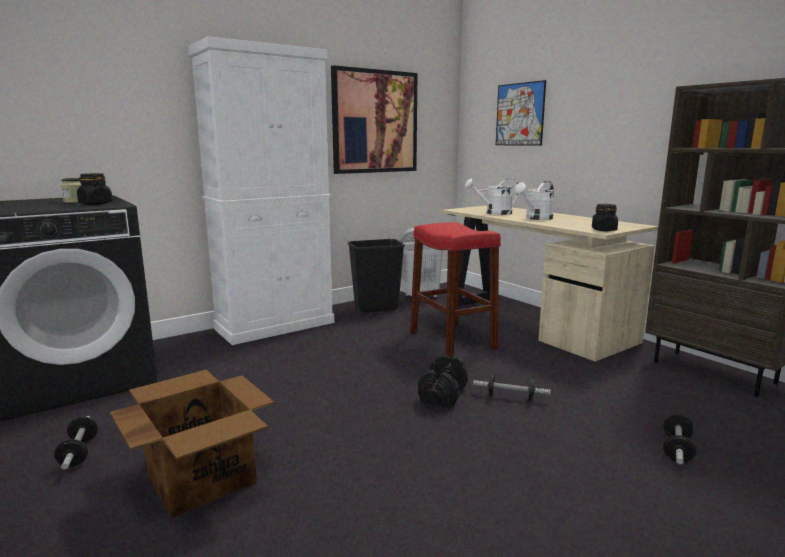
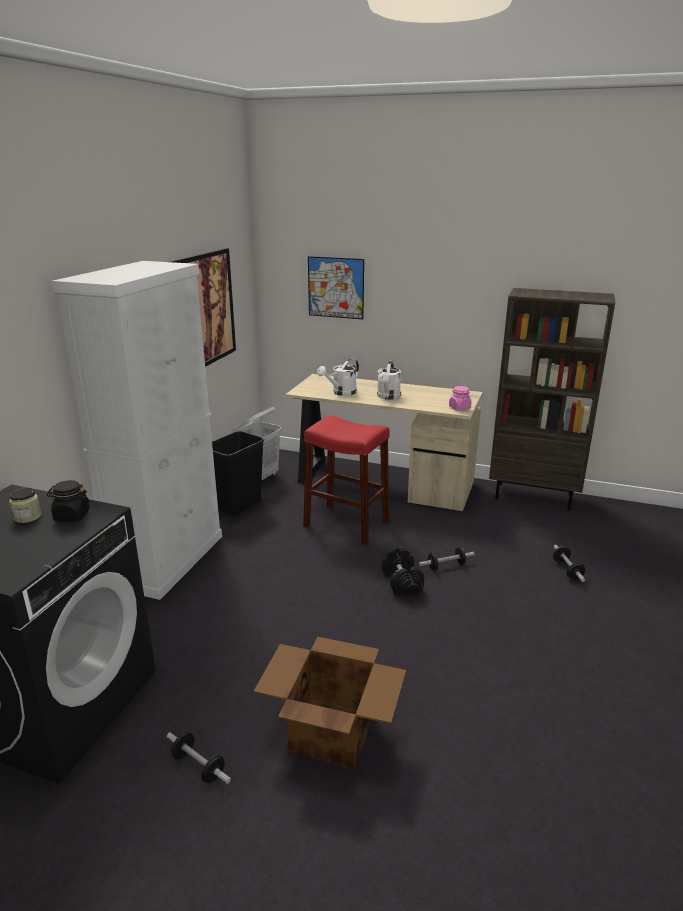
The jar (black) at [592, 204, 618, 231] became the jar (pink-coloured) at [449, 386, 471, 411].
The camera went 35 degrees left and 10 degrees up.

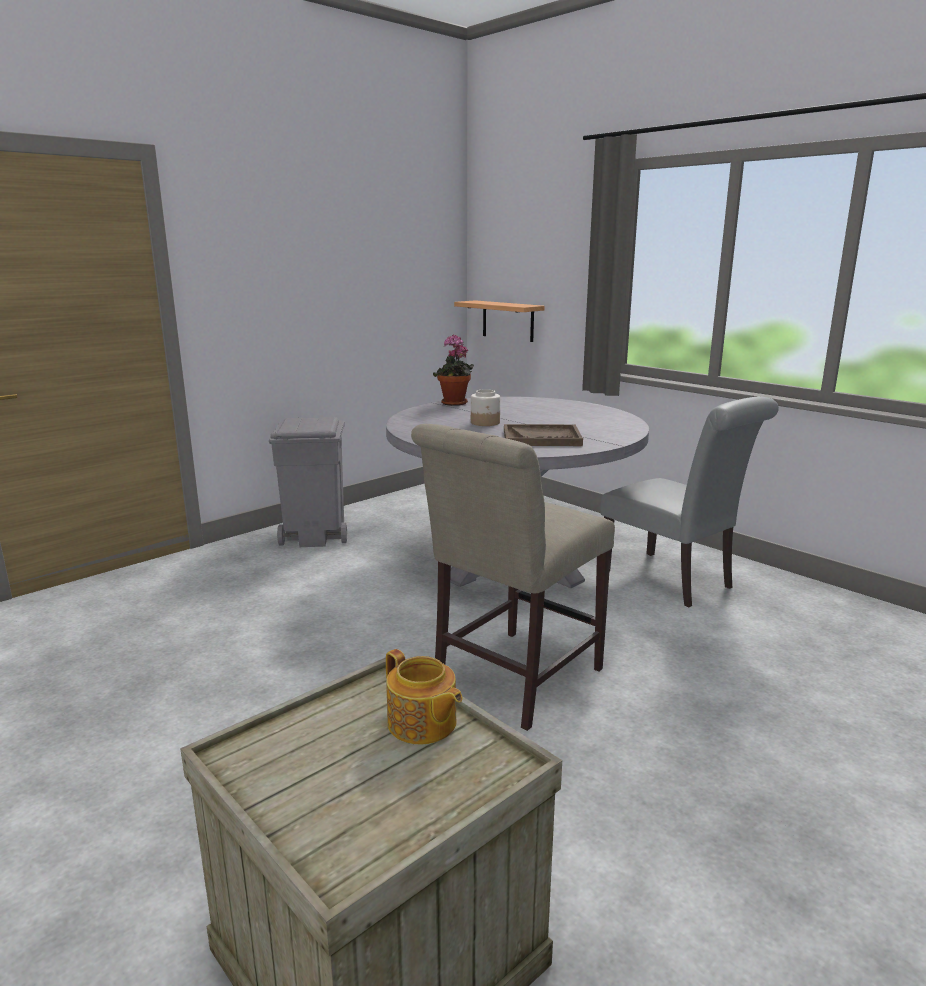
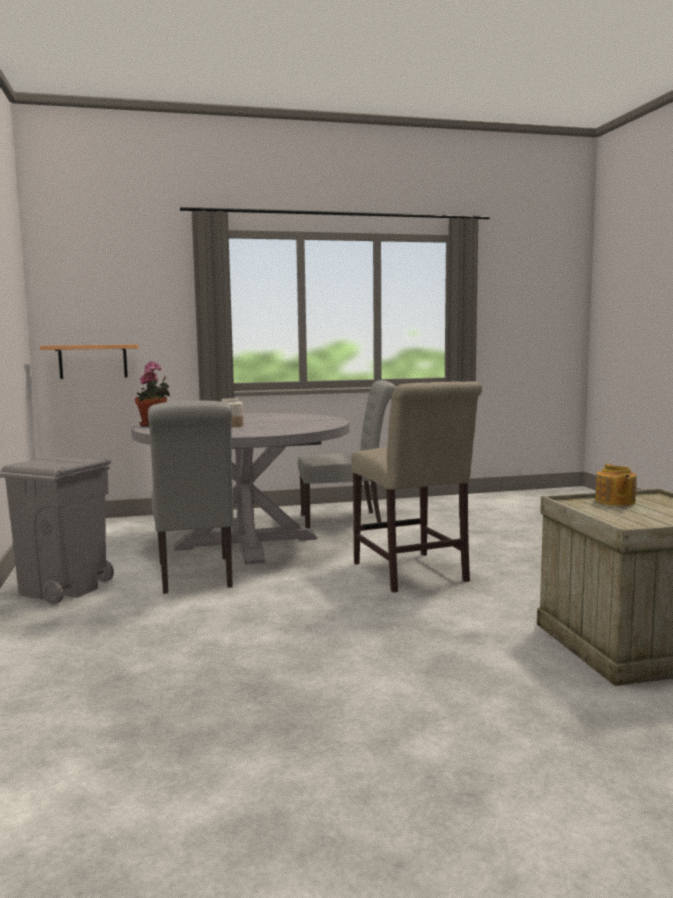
The tray (brown-coloured) at [504, 424, 583, 446] disappeared.
The tea pot at [386, 649, 463, 745] turned 105 degrees clockwise.
The plain chair (gray) at [148, 401, 234, 594] appeared.
The camera went 60 degrees left and 10 degrees down.

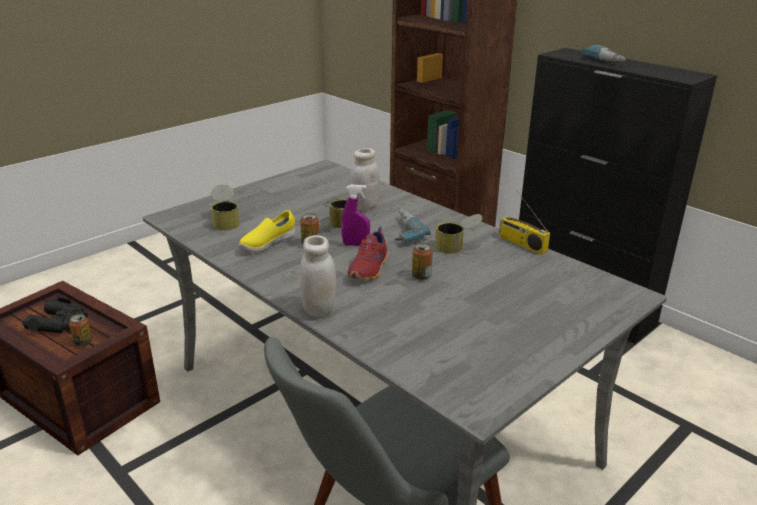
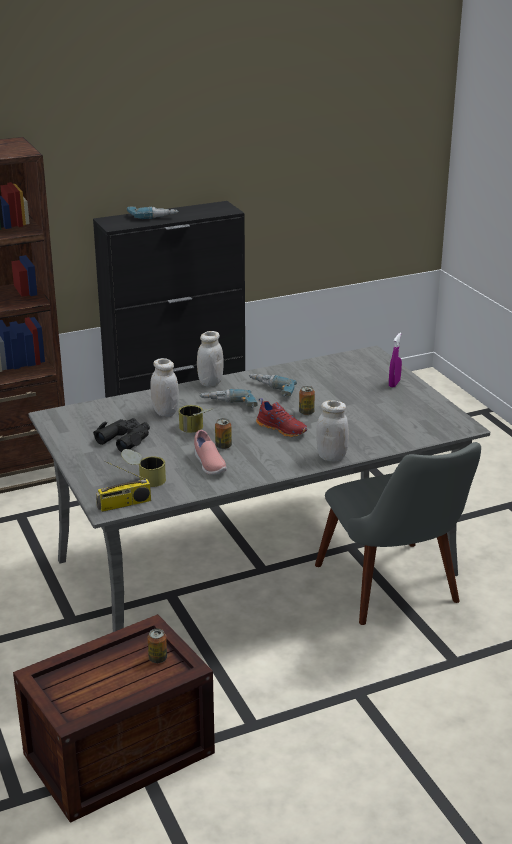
The sprayer (purplish) moved from [341, 185, 370, 246] to [389, 333, 402, 387].
The radio moved from [499, 190, 550, 255] to [96, 461, 151, 512].
The item of footwear (yellow-coloured) at [239, 210, 295, 252] became the item of footwear (pink-coloured) at [194, 430, 227, 475].
The sealed can at [435, 214, 483, 254] was replaced by the power drill at [249, 374, 297, 397].
The pair of binoculars (black) moved from [22, 297, 88, 333] to [93, 418, 150, 452].
The jar (white) at [197, 331, 224, 387] appeared.
The camera went 70 degrees left and 0 degrees up.

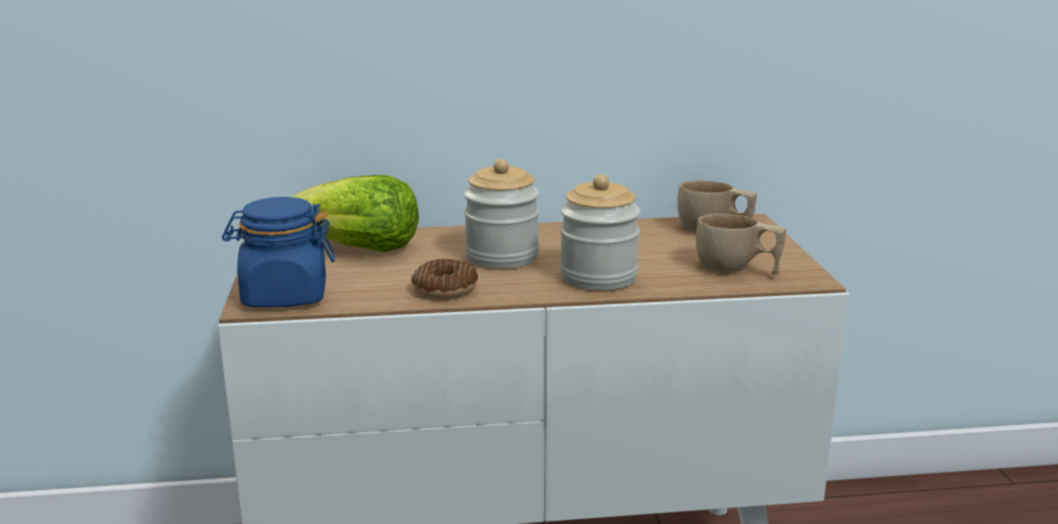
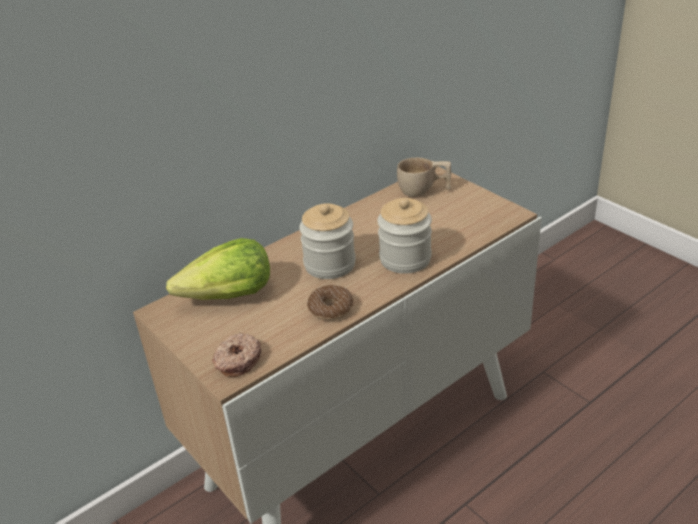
The jar (bluish) at [222, 197, 335, 308] was replaced by the ring doughnut at [212, 333, 262, 377].
The small cup (beige-coloured) at [696, 213, 786, 275] disappeared.
The camera went 30 degrees left and 15 degrees up.

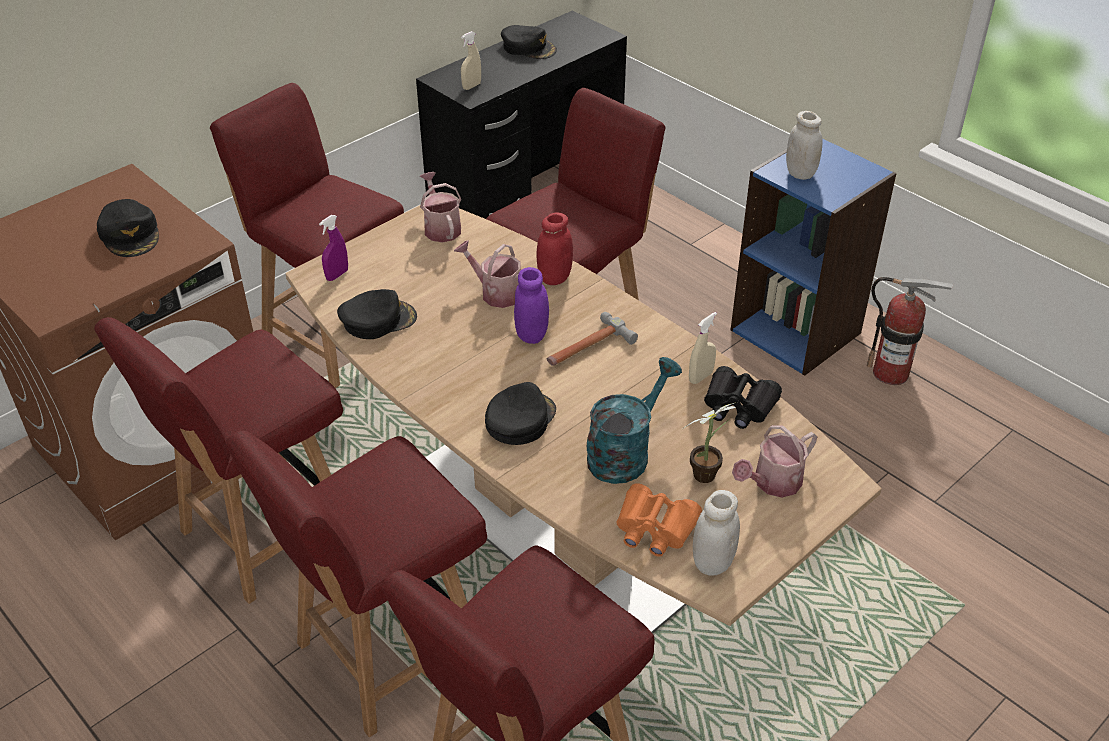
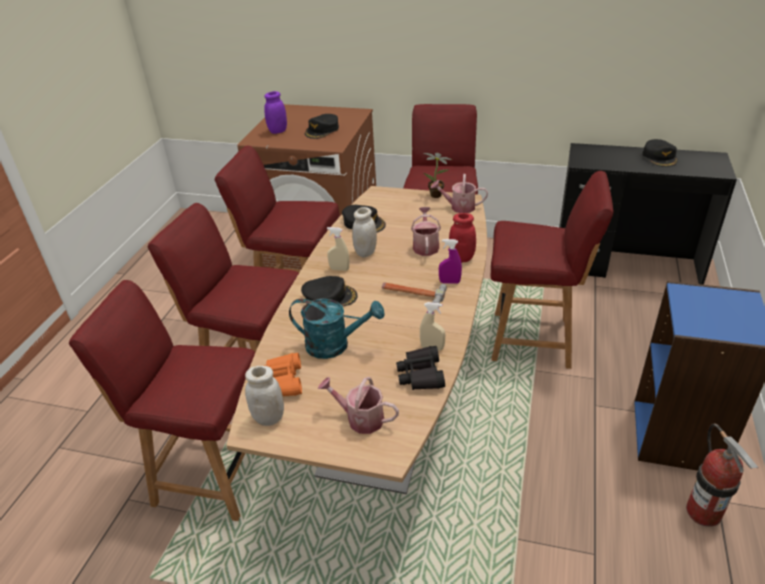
The sprayer (beige-coloured) moved from [461, 31, 481, 90] to [327, 227, 349, 271].
The jar (white) moved from [786, 111, 823, 180] to [352, 207, 377, 258].
The sprinkling can at [420, 172, 462, 243] turned 120 degrees counterclockwise.
The sprayer (purplish) moved from [319, 215, 348, 281] to [439, 239, 462, 284].
The jar (purplish) moved from [514, 267, 549, 344] to [264, 91, 287, 134].
The houseplant moved from [683, 402, 736, 483] to [424, 153, 452, 198].
The camera went 60 degrees right and 5 degrees down.

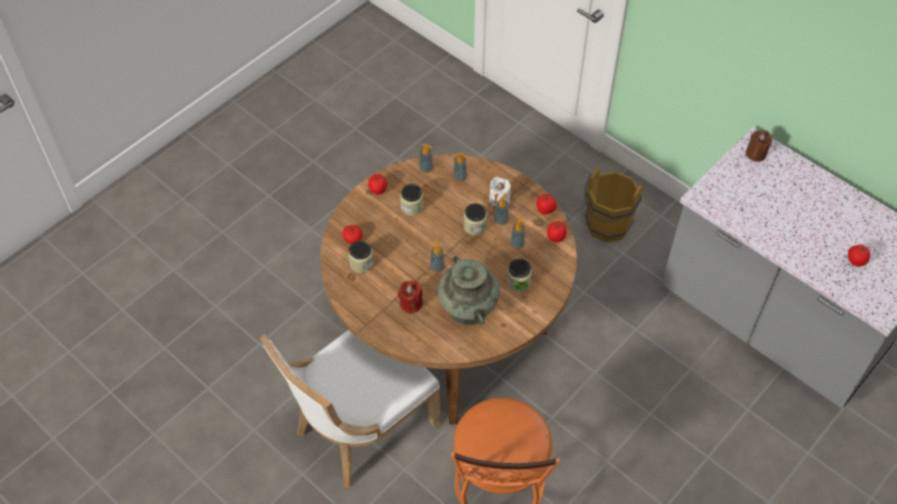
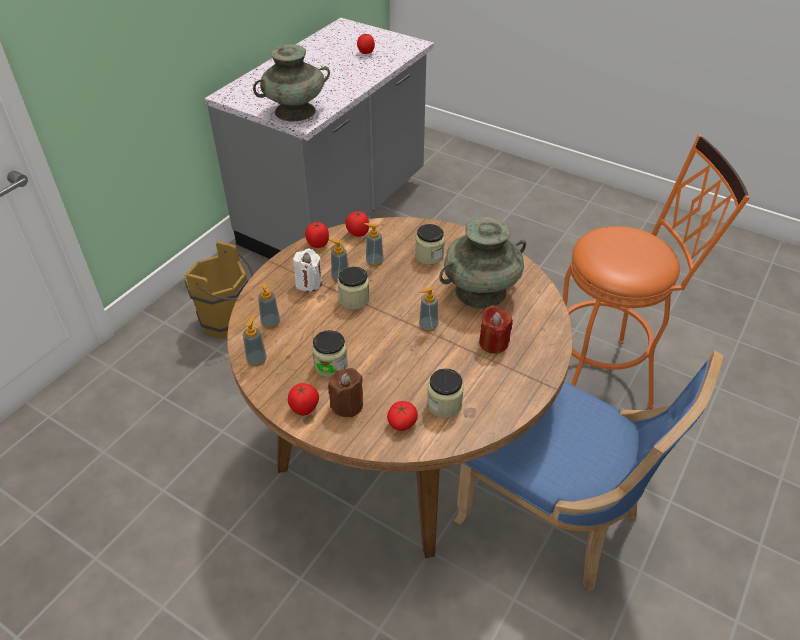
The wax candle (brown-coloured) moved from [745, 130, 772, 162] to [328, 368, 363, 418].
The plain chair (white) at [260, 330, 442, 488] became the plain chair (bluish) at [454, 350, 723, 592].
The vase (turquoise-coloured) at [253, 44, 330, 122] appeared.
The camera went 100 degrees left and 10 degrees down.

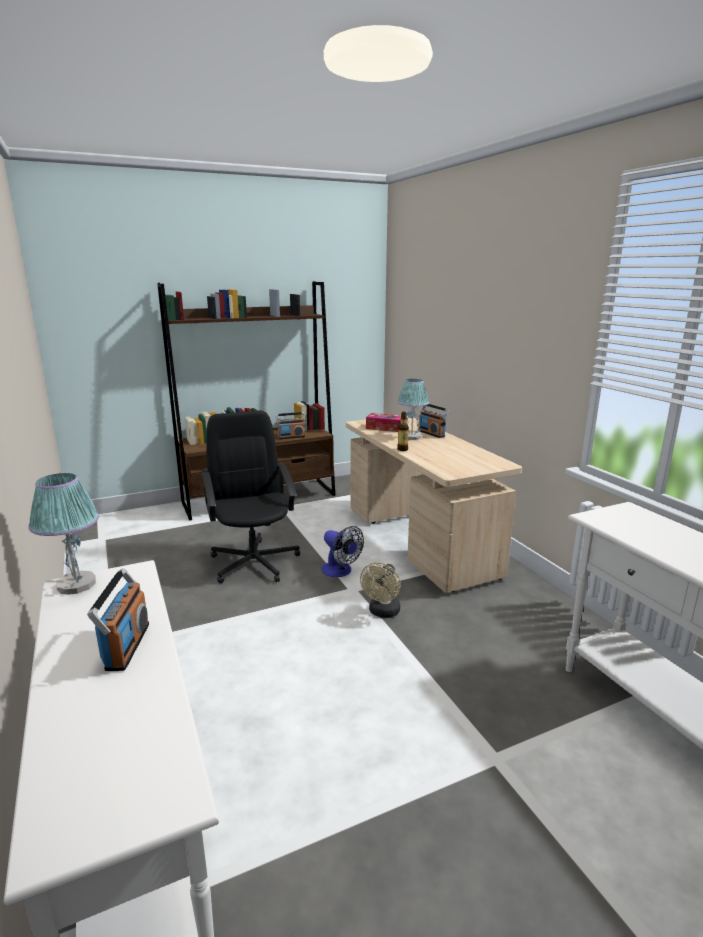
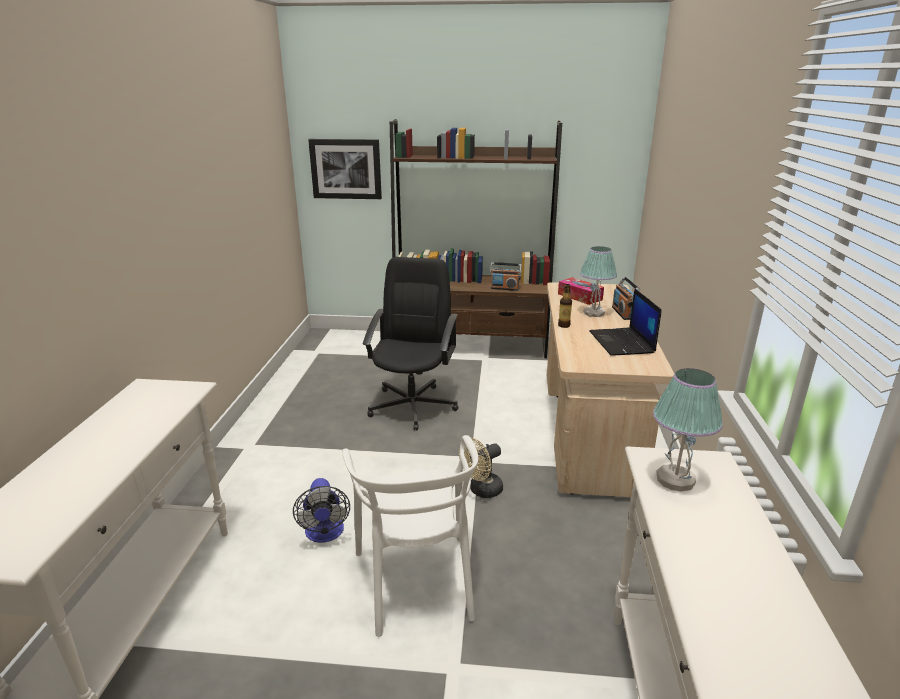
The tabletop lamp moved from [28, 473, 99, 595] to [653, 368, 723, 492].
The fan moved from [322, 526, 364, 577] to [293, 478, 350, 543].
The radio at [87, 568, 149, 671] disappeared.
The wall art at [308, 139, 382, 199] appeared.
The portable computer at [589, 288, 662, 356] appeared.
The plain chair (white) at [343, 435, 478, 637] appeared.
The camera went 30 degrees right and 5 degrees up.

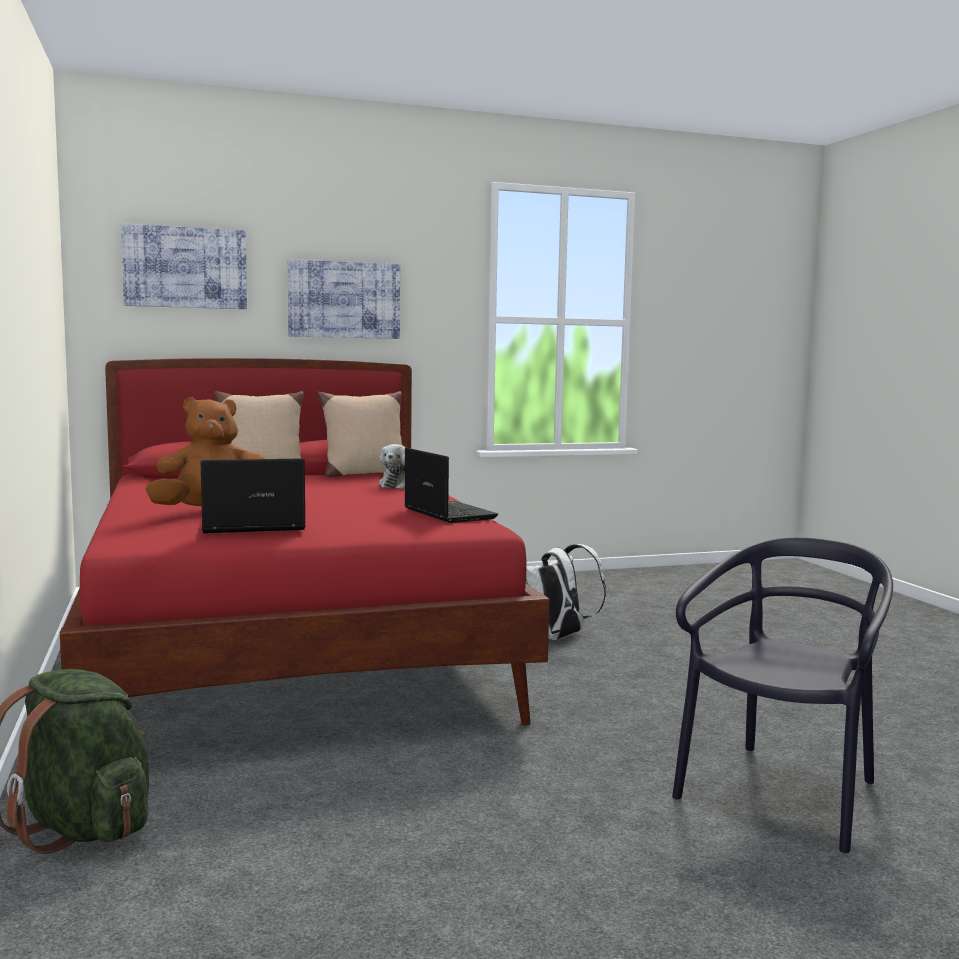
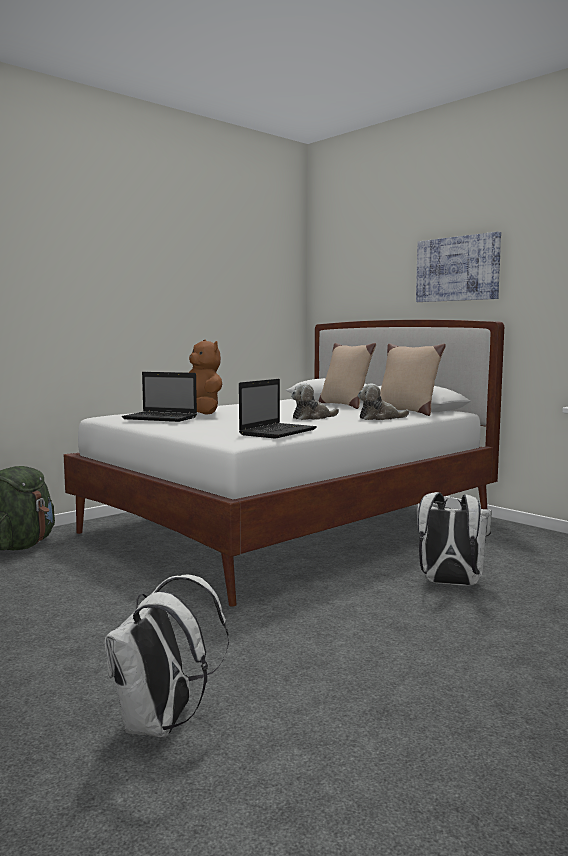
The wall art at [121, 224, 247, 309] disappeared.
The bedroom bed (reddish) at [60, 358, 550, 725] became the bedroom bed (white) at [63, 320, 504, 607].
The portable computer at [200, 458, 306, 533] turned 150 degrees clockwise.
The plain chair (black) at [672, 537, 893, 853] was replaced by the rucksack (white) at [104, 575, 229, 737].
The cuddly toy at [291, 383, 339, 420] appeared.
The camera went 65 degrees right and 0 degrees up.

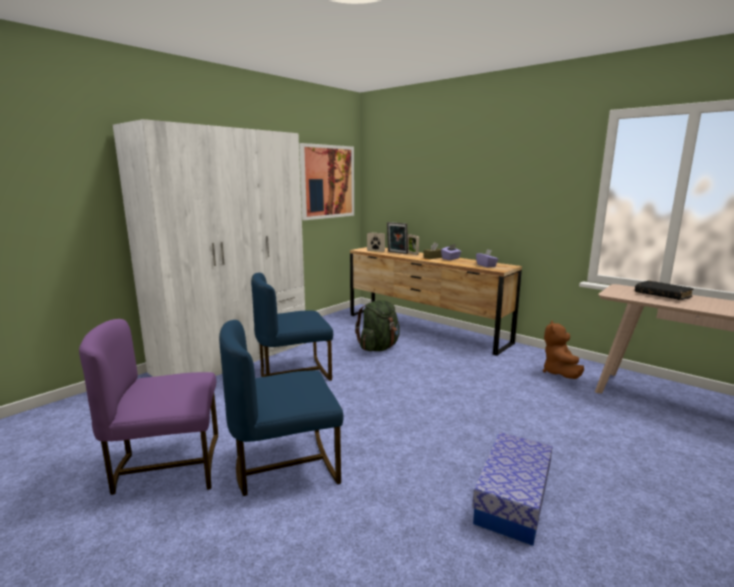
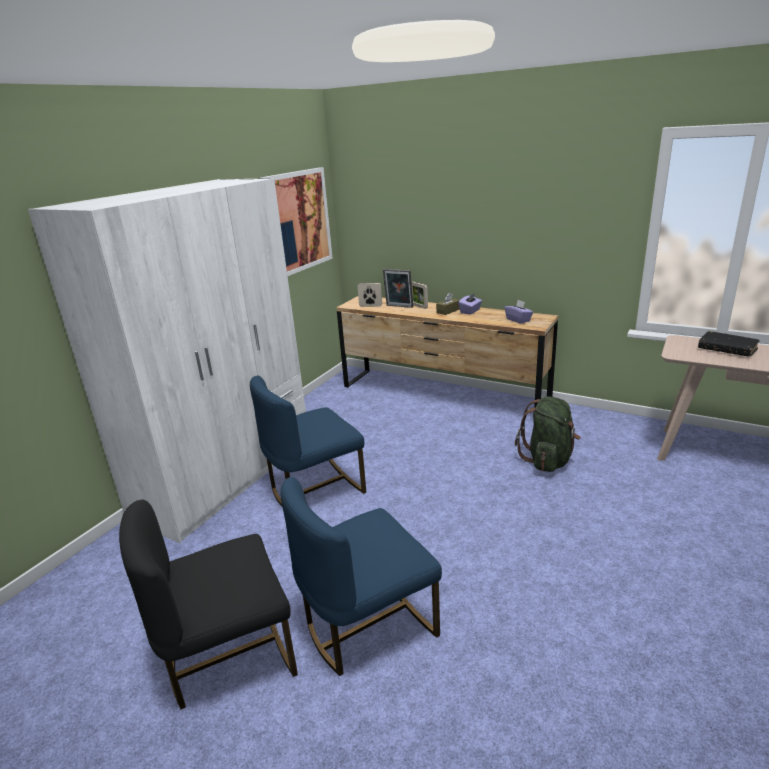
The rucksack (green) moved from [355, 300, 399, 351] to [515, 397, 581, 472].
The plain chair (purplish) at [79, 319, 218, 495] became the plain chair (black) at [119, 499, 298, 709].
The cuddly toy (brown-coloured) at [543, 321, 584, 379] disappeared.
The storage box at [472, 432, 553, 546] disappeared.
The camera went 10 degrees left and 10 degrees up.

